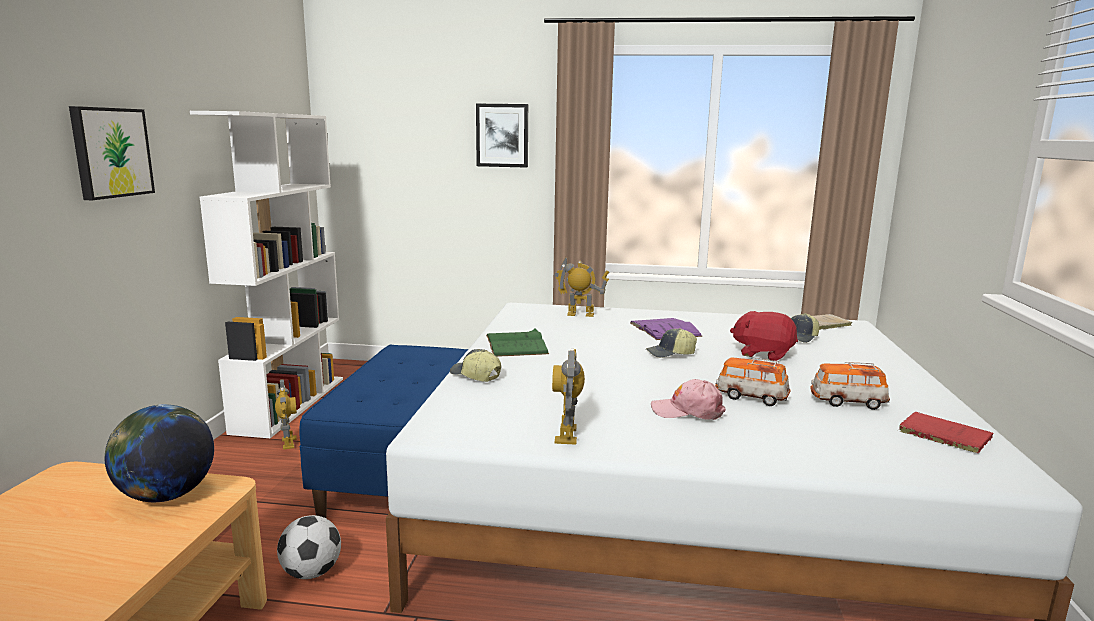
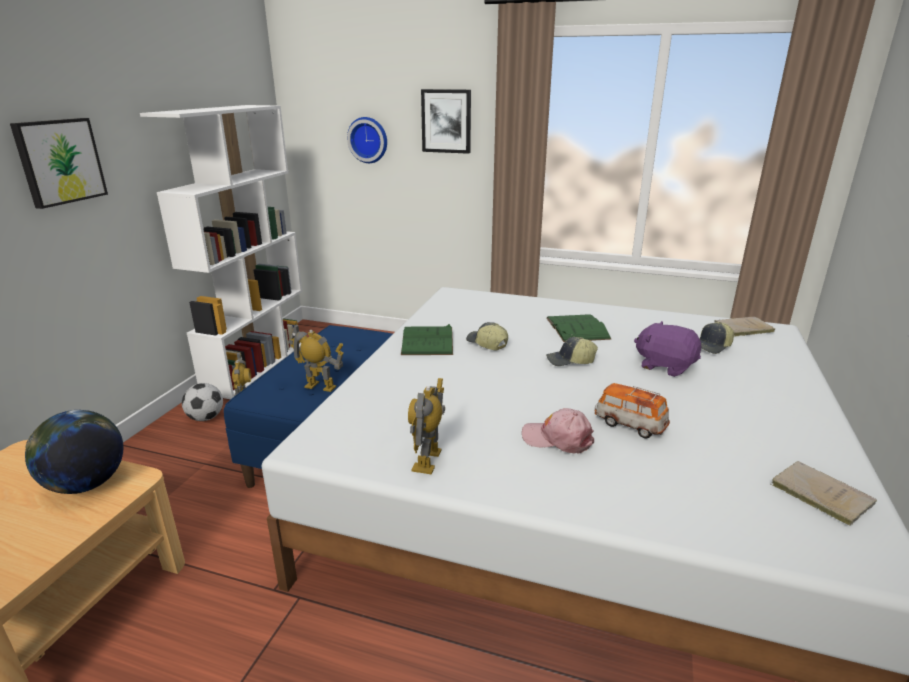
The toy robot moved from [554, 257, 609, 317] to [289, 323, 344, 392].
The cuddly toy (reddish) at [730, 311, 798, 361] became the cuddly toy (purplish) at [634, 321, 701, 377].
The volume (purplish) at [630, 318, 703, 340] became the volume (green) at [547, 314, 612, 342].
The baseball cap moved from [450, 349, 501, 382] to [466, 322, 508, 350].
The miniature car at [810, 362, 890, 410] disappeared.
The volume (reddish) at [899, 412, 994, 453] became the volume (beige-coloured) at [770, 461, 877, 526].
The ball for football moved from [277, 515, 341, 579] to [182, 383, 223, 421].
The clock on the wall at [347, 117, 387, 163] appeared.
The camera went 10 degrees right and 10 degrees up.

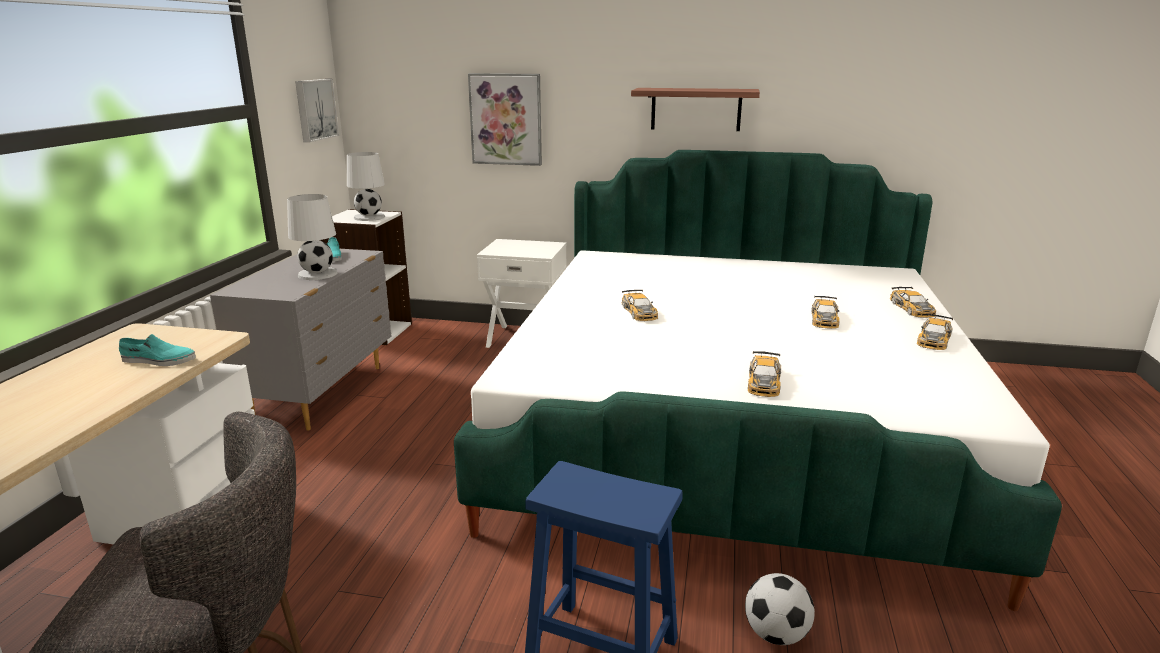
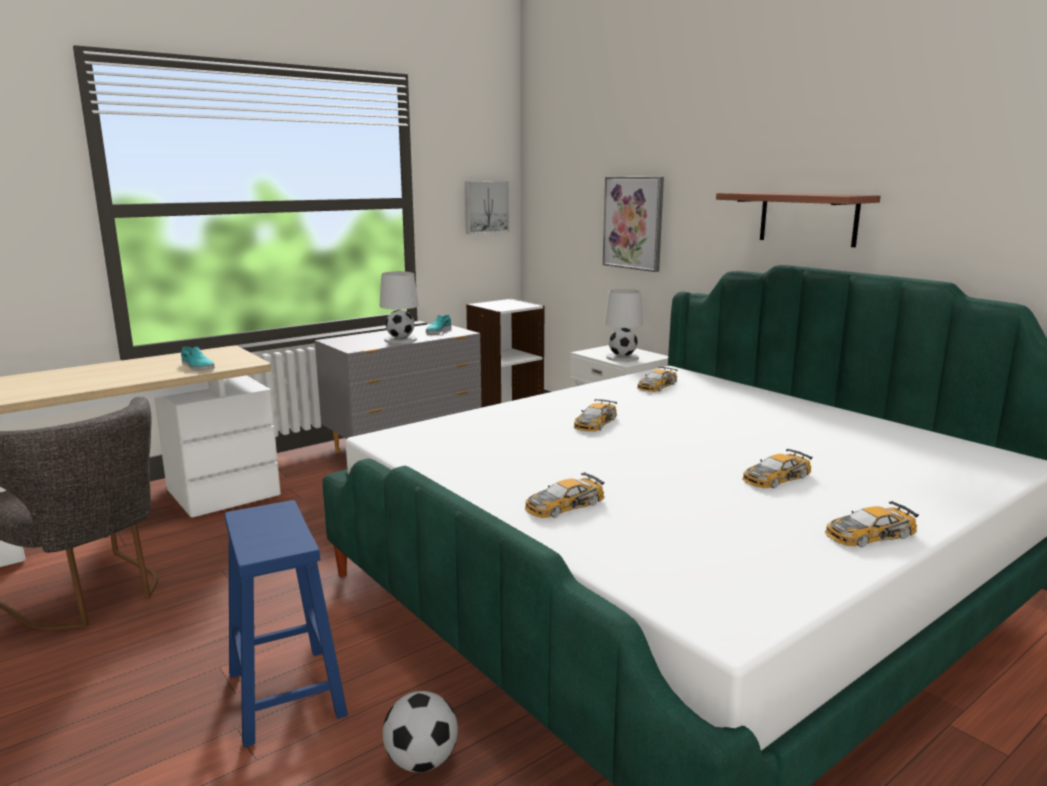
The tabletop lamp (white) moved from [347, 152, 385, 221] to [604, 289, 643, 362].
The miniature car moved from [890, 287, 936, 318] to [637, 367, 678, 392].
The camera went 40 degrees right and 5 degrees down.

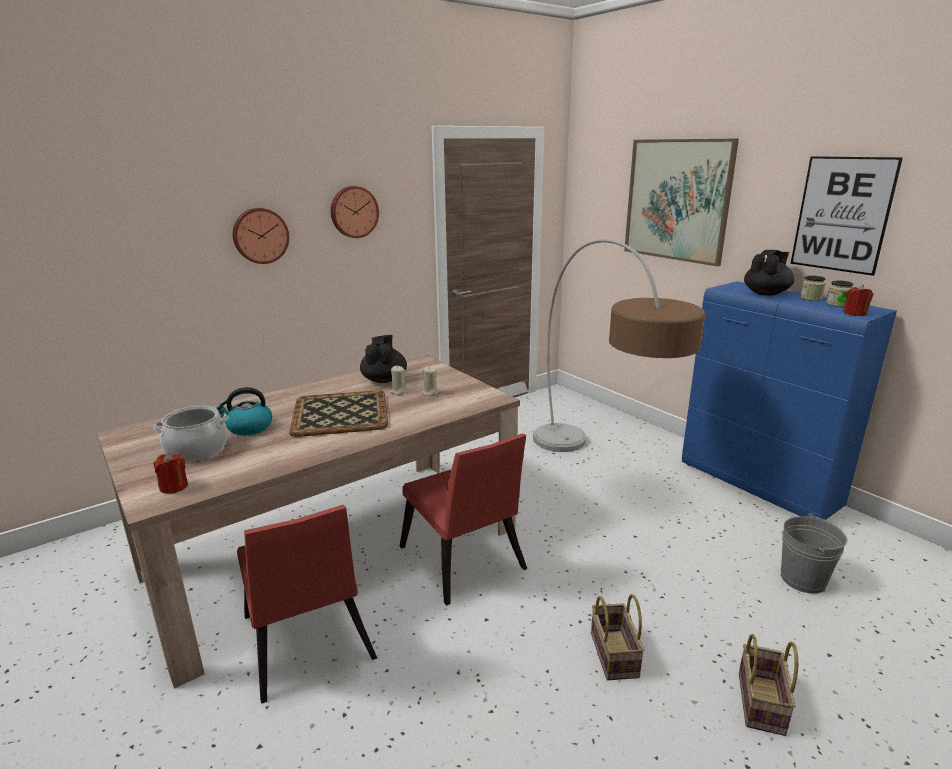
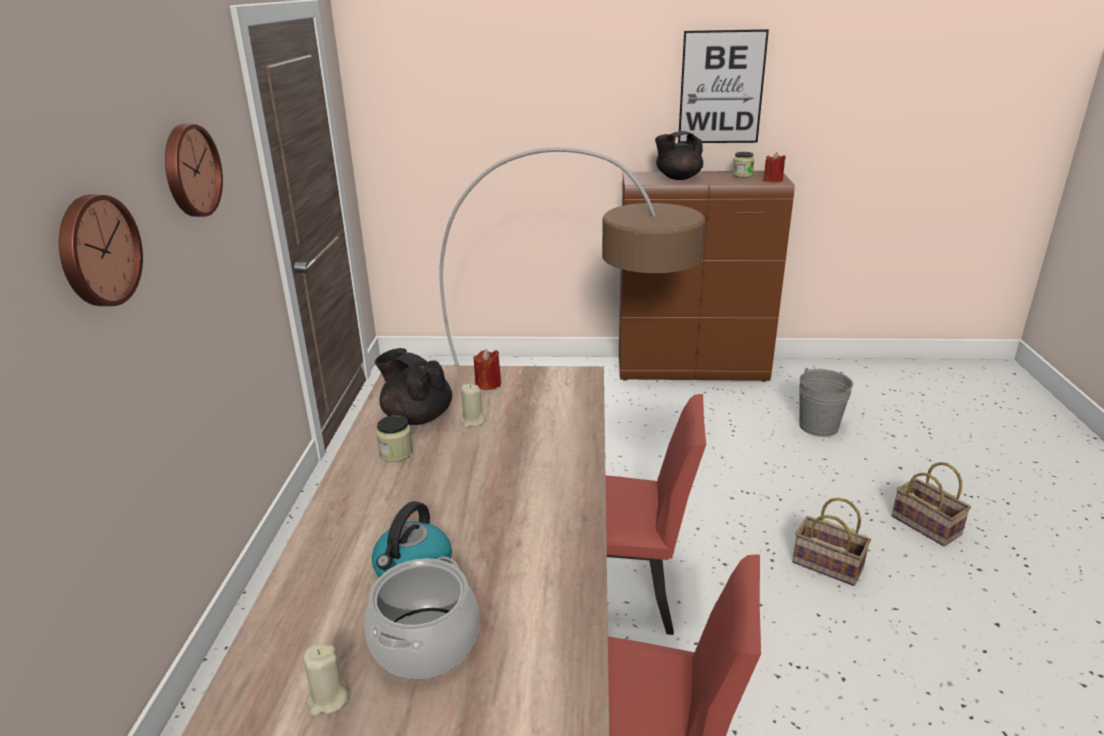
The wall art at [624, 139, 739, 266] disappeared.
The tea pot (black) at [744, 250, 794, 295] turned 105 degrees counterclockwise.
The jar moved from [800, 275, 826, 301] to [376, 415, 413, 462].
The storage cabinet (bluish) at [682, 282, 897, 520] became the storage cabinet (brown-coloured) at [619, 171, 795, 382].
The wax candle (beige-coloured) moved from [421, 366, 439, 396] to [303, 644, 349, 716].
The tray at [289, 390, 388, 437] disappeared.
The wax candle (reddish) moved from [154, 453, 188, 494] to [474, 349, 501, 390].
The camera went 50 degrees left and 5 degrees up.

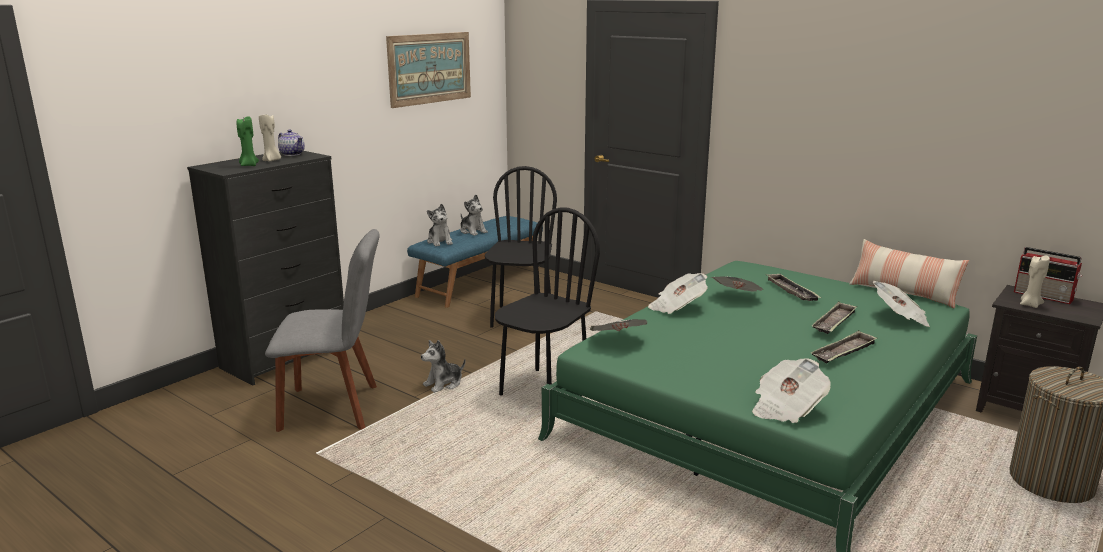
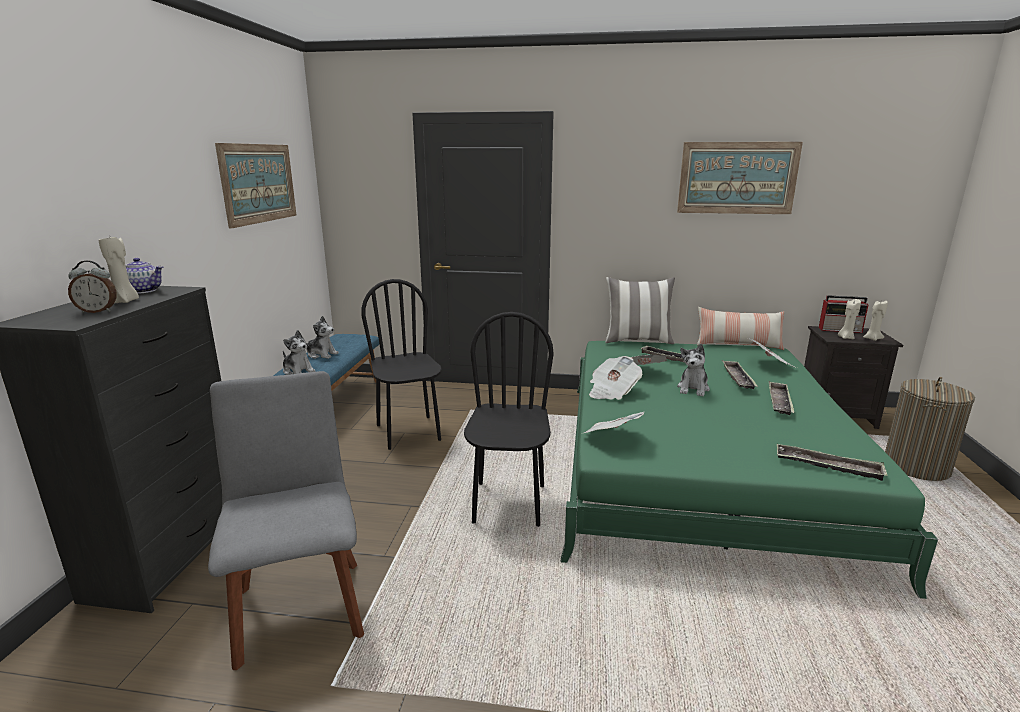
The wax candle (green) at [237, 116, 259, 166] was replaced by the alarm clock at [68, 260, 117, 313].
The plain chair (gray) at [265, 229, 380, 432] turned 75 degrees counterclockwise.
The cuddly toy moved from [421, 340, 465, 393] to [677, 344, 710, 396].
The daily paper at [752, 358, 831, 423] was replaced by the tray at [777, 444, 888, 481].
The wall art at [677, 142, 803, 214] appeared.
The throw pillow at [605, 277, 675, 344] appeared.
The wax candle (beige-coloured) at [863, 301, 888, 341] appeared.
The camera went 30 degrees left and 0 degrees up.

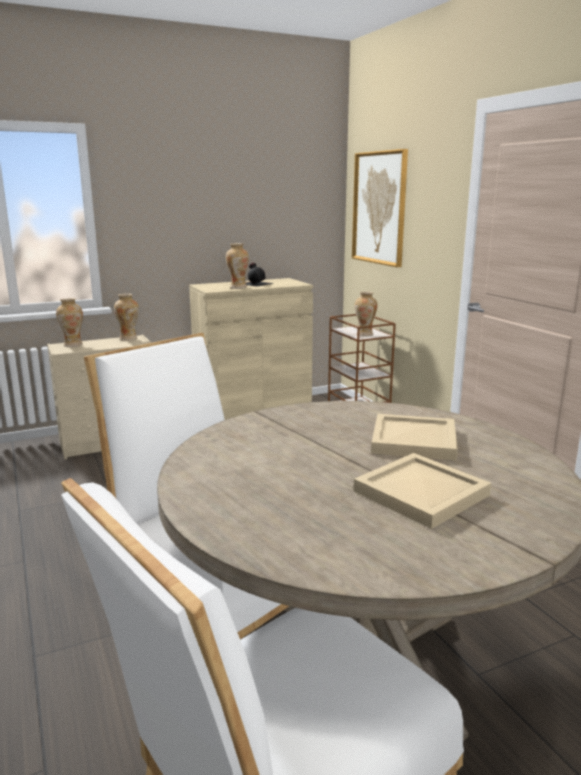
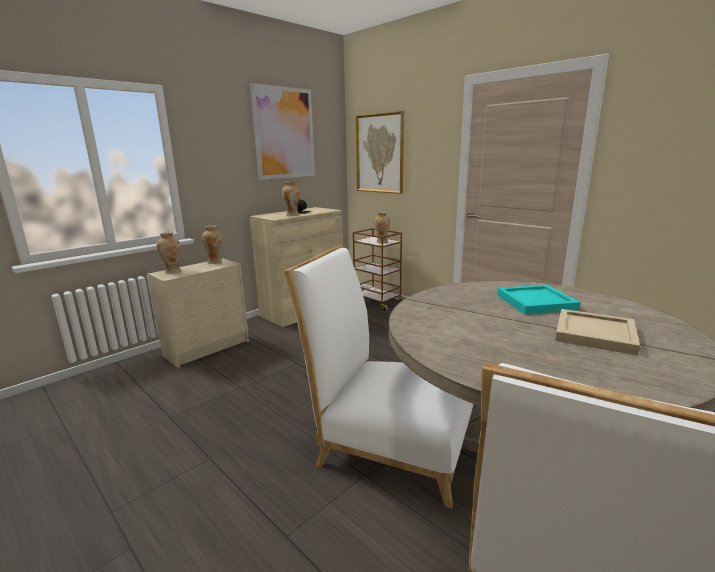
The tray (beige-coloured) at [371, 414, 458, 461] became the tray (turquoise-coloured) at [497, 285, 581, 314].
The wall art at [250, 83, 315, 180] appeared.
The camera went 20 degrees left and 0 degrees up.

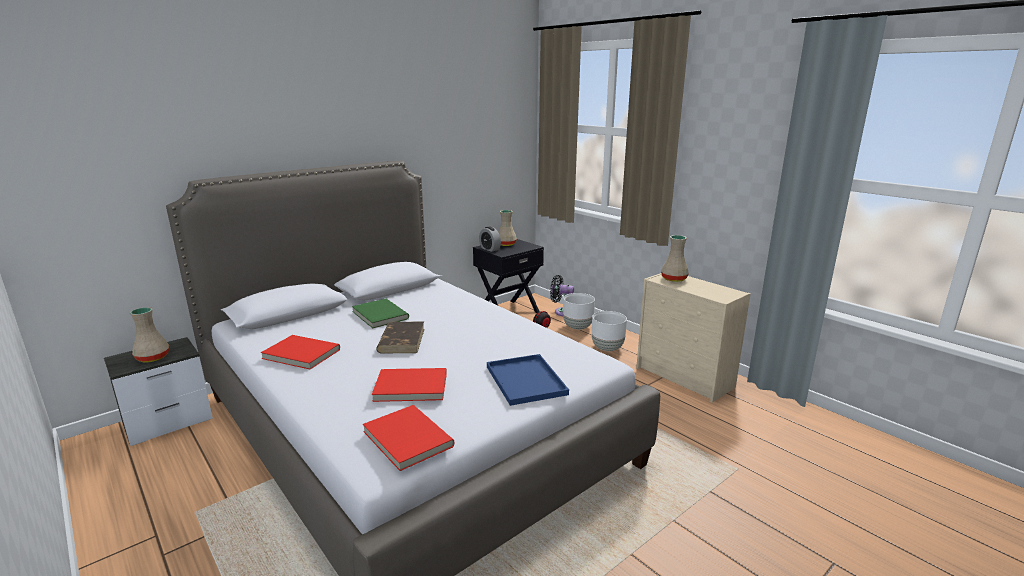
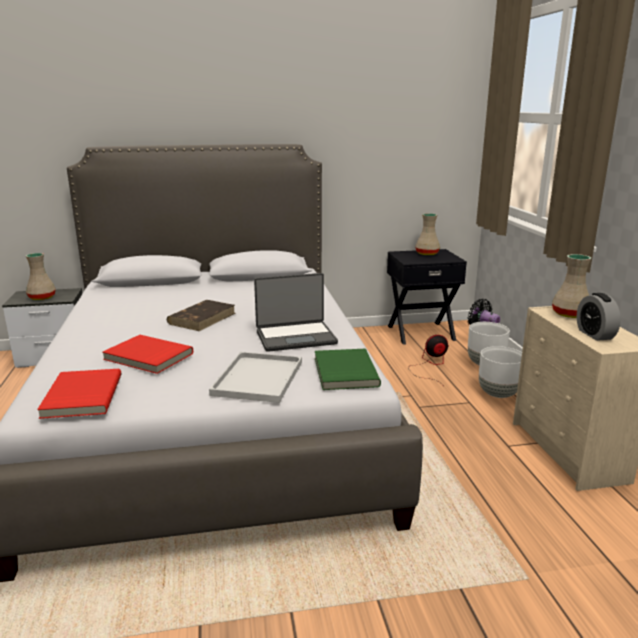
The alarm clock moved from [479, 227, 501, 252] to [577, 293, 621, 341].
The volume (green) moved from [352, 298, 409, 328] to [315, 349, 381, 390].
The volume (reddish) at [261, 335, 340, 369] disappeared.
The tray (bluish) at [487, 354, 569, 406] became the tray (white) at [209, 352, 302, 403].
The portable computer at [254, 273, 338, 352] appeared.
The camera went 30 degrees right and 0 degrees up.

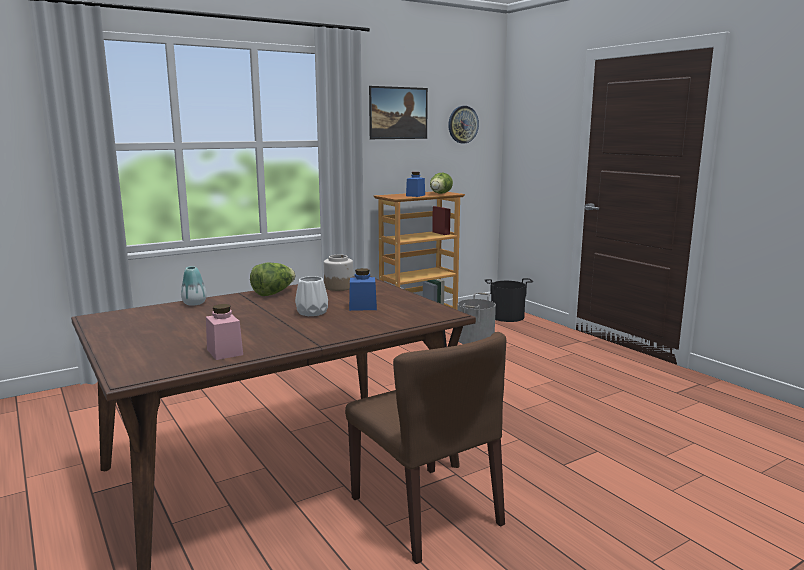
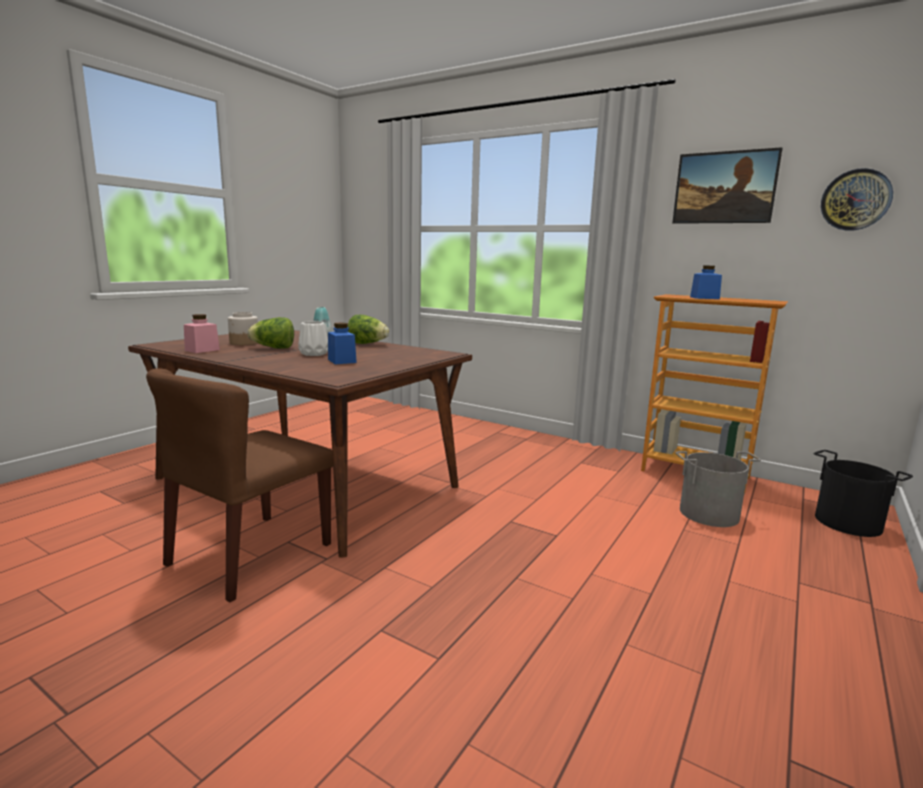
The head of lettuce moved from [430, 173, 453, 194] to [248, 317, 294, 349].
The jar moved from [324, 255, 353, 291] to [228, 312, 258, 345].
The camera went 65 degrees right and 0 degrees up.

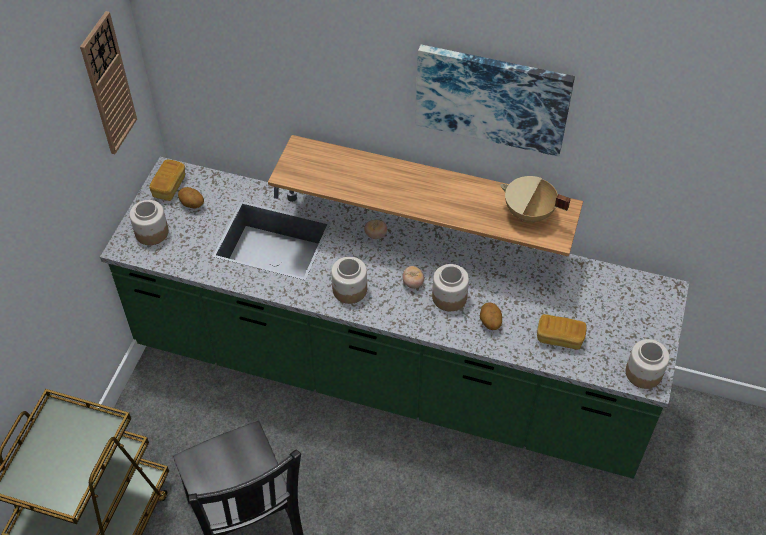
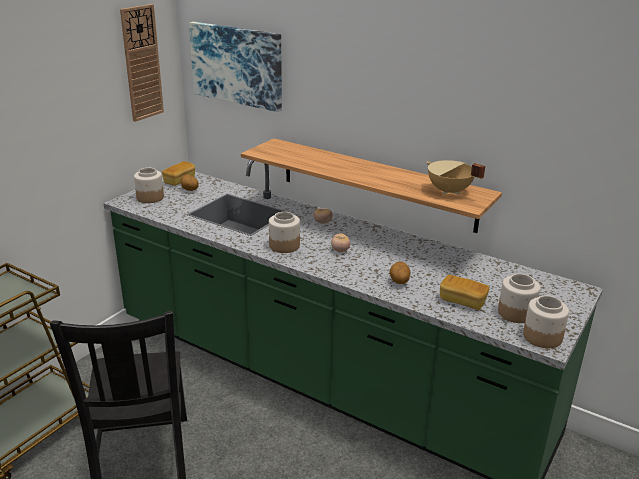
The wall art moved from [416, 45, 575, 157] to [189, 22, 282, 112].
The jar moved from [432, 264, 469, 311] to [498, 274, 540, 323].
The camera went 15 degrees right and 25 degrees down.

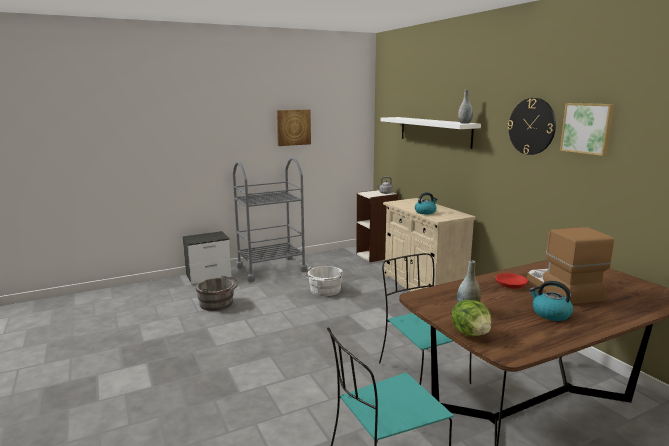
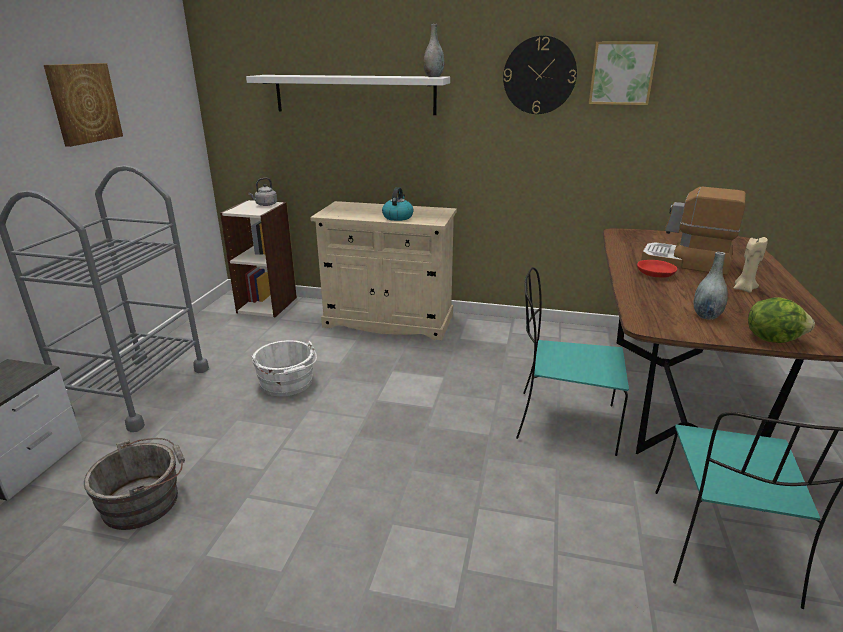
The water kettle at [529, 281, 573, 321] was replaced by the wax candle (beige-coloured) at [734, 237, 768, 293].
The camera went 50 degrees left and 10 degrees up.

